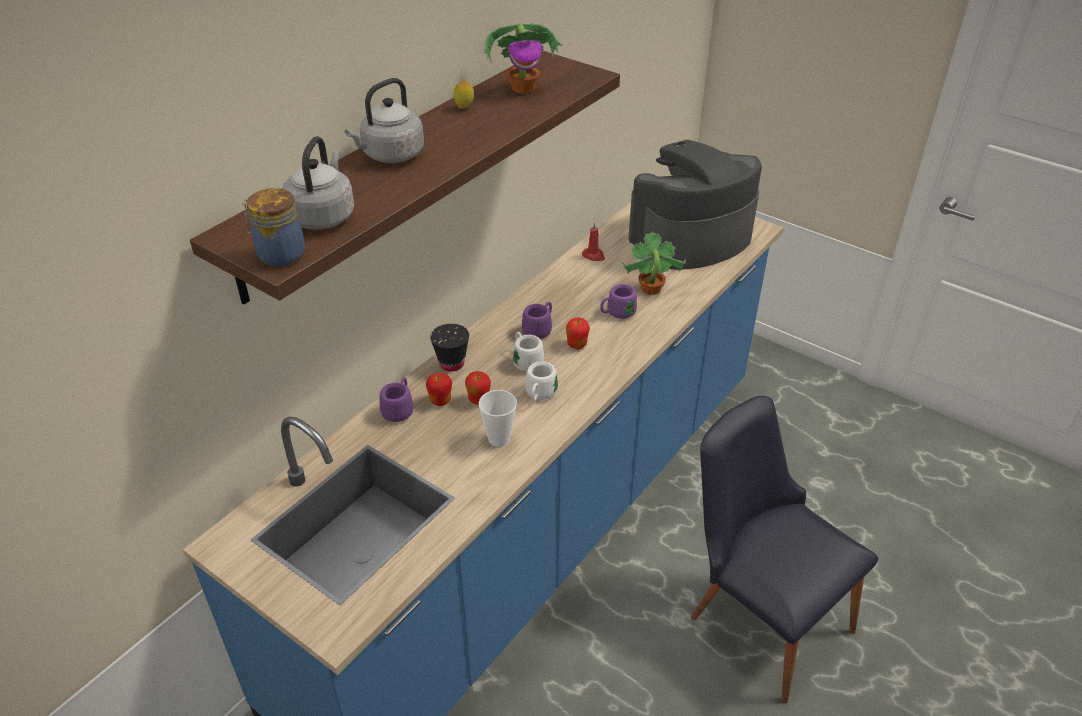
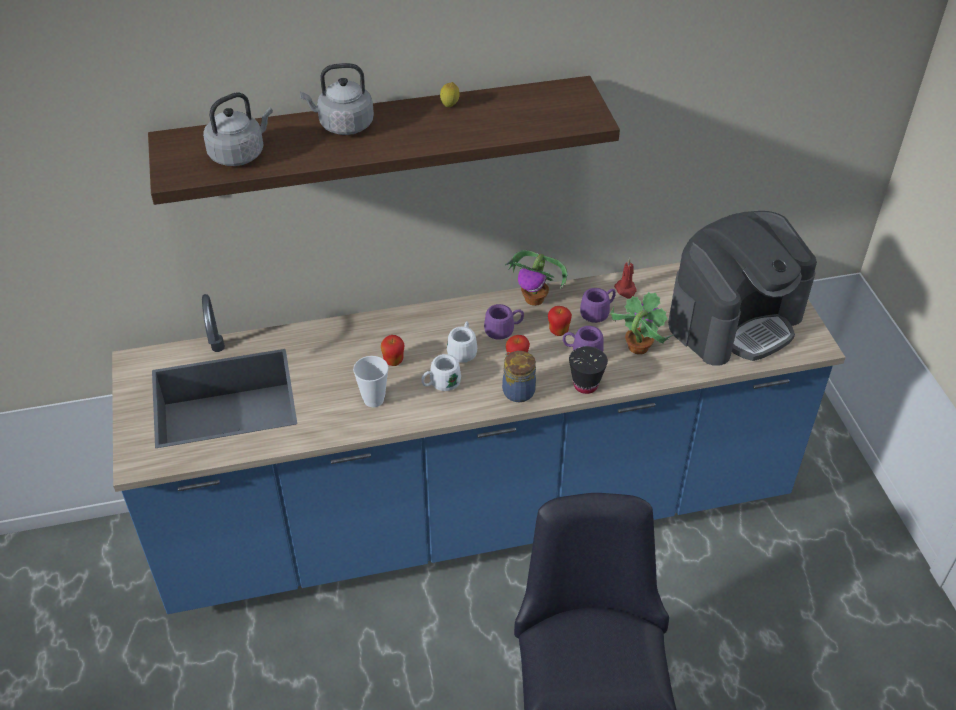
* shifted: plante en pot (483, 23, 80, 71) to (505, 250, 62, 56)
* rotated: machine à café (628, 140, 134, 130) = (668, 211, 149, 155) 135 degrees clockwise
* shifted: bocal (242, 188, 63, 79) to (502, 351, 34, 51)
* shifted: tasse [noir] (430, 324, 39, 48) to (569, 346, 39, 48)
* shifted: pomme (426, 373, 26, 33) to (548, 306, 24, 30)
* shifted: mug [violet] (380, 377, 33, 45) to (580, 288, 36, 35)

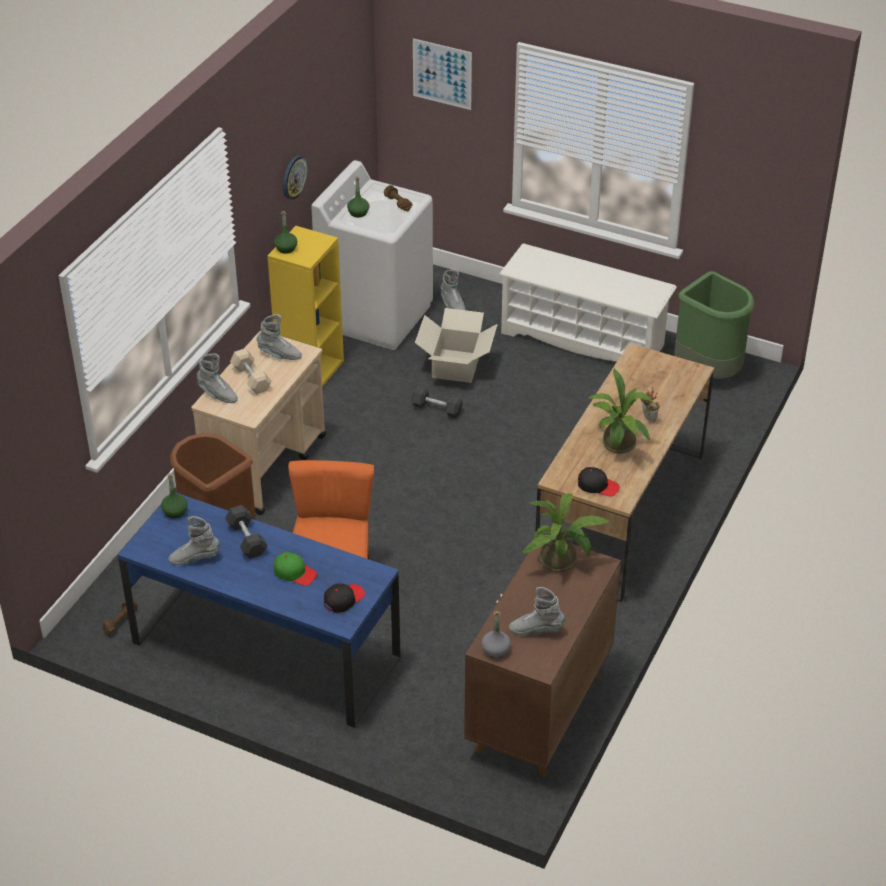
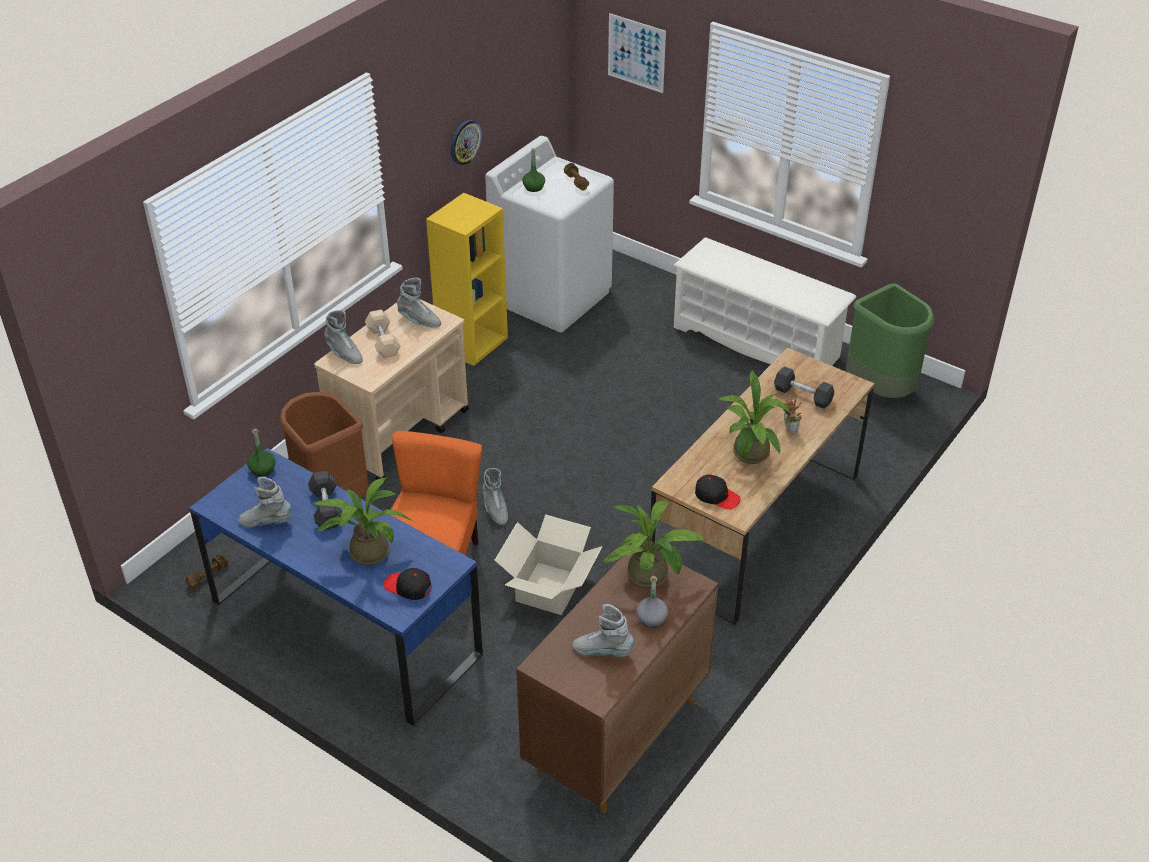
* gone: bouteille [vert] (274, 211, 23, 42)
* shifted: botte [gris] (441, 270, 25, 40) to (483, 468, 25, 57)
* shifted: carton (415, 308, 83, 75) to (494, 514, 108, 101)
* shifted: haltère [gris] (412, 386, 51, 32) to (774, 366, 61, 43)
* swapped: casquette [vert] (274, 552, 43, 34) to plante en pot (312, 478, 100, 87)
* rotated: casquette [noir] (324, 583, 41, 30) = (384, 568, 48, 32) 120 degrees counterclockwise
* shifted: bouteille [gris] (482, 611, 29, 47) to (636, 576, 32, 52)

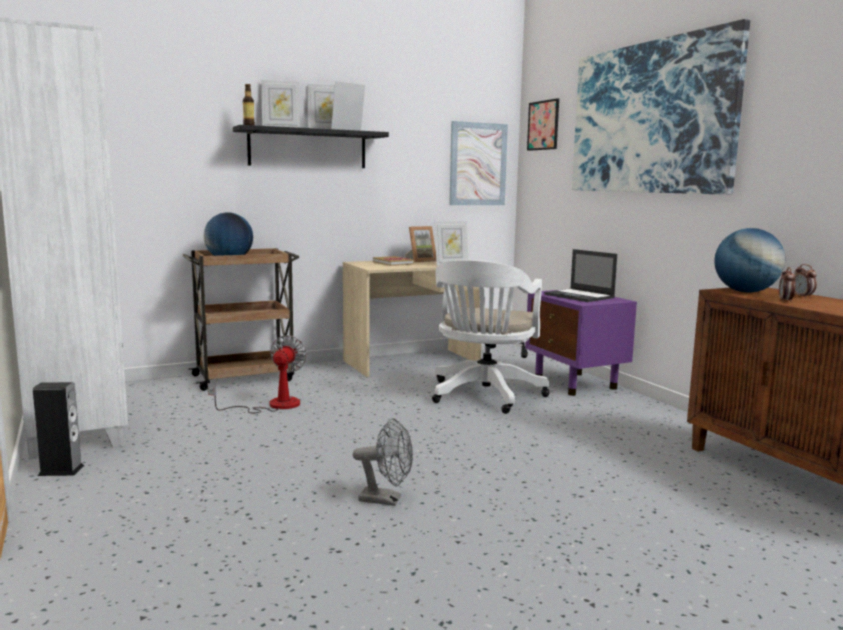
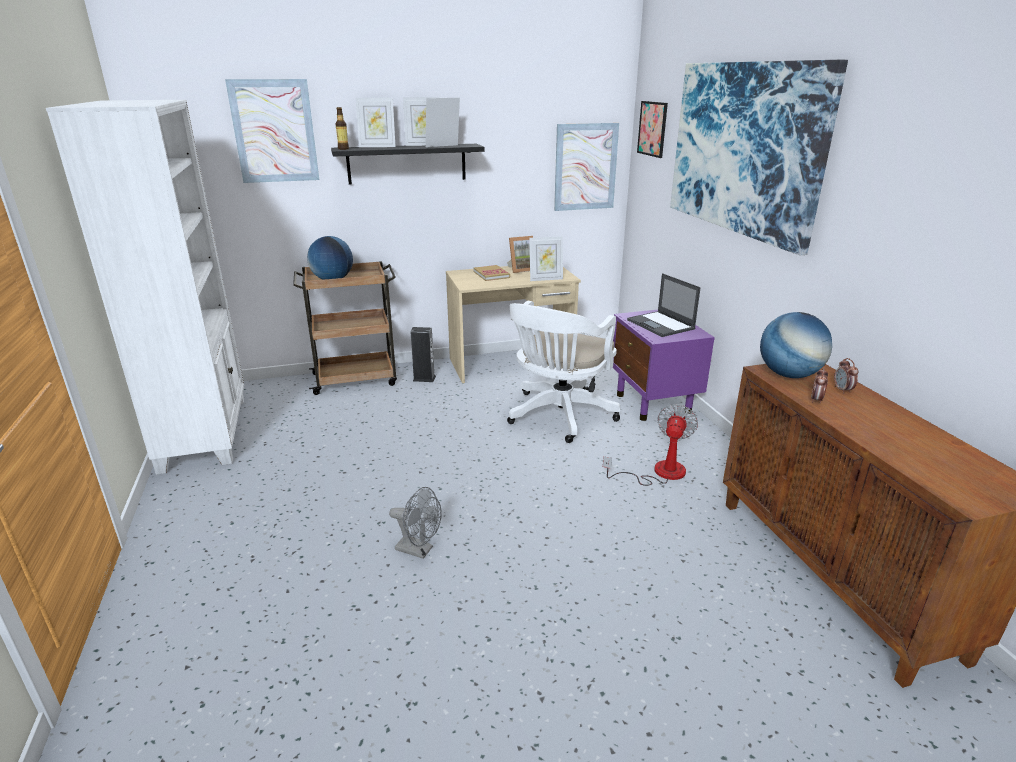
* shifted: ventilateur (208, 335, 99, 78) to (603, 404, 95, 82)
* shifted: enceinte (33, 382, 51, 94) to (410, 327, 26, 55)
* new: tableau (225, 79, 94, 104)

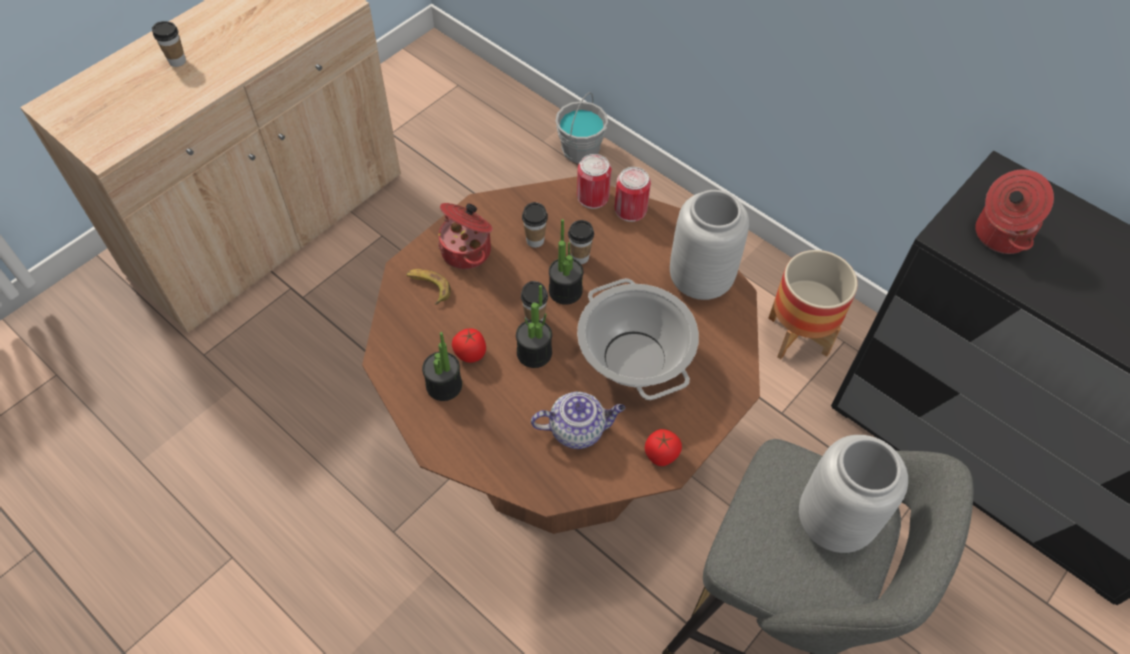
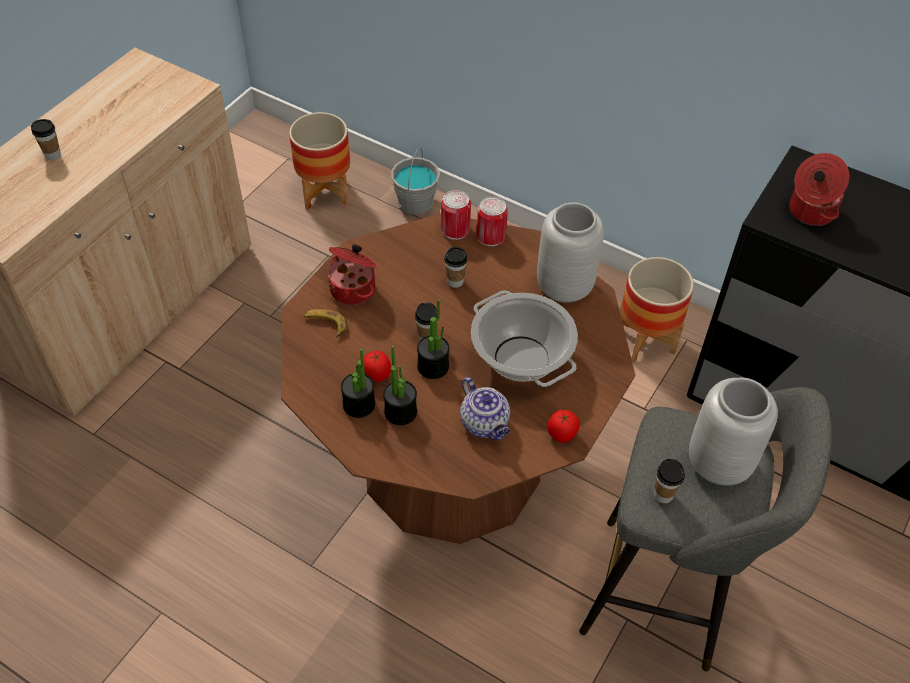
* shifted: tasse (522, 202, 26, 46) to (654, 458, 31, 45)
* shifted: plante en pot (549, 219, 34, 86) to (383, 345, 34, 80)
* rotated: théière (531, 392, 94, 57) = (460, 377, 50, 63) 75 degrees clockwise
* new: cache-pot (289, 112, 61, 97)

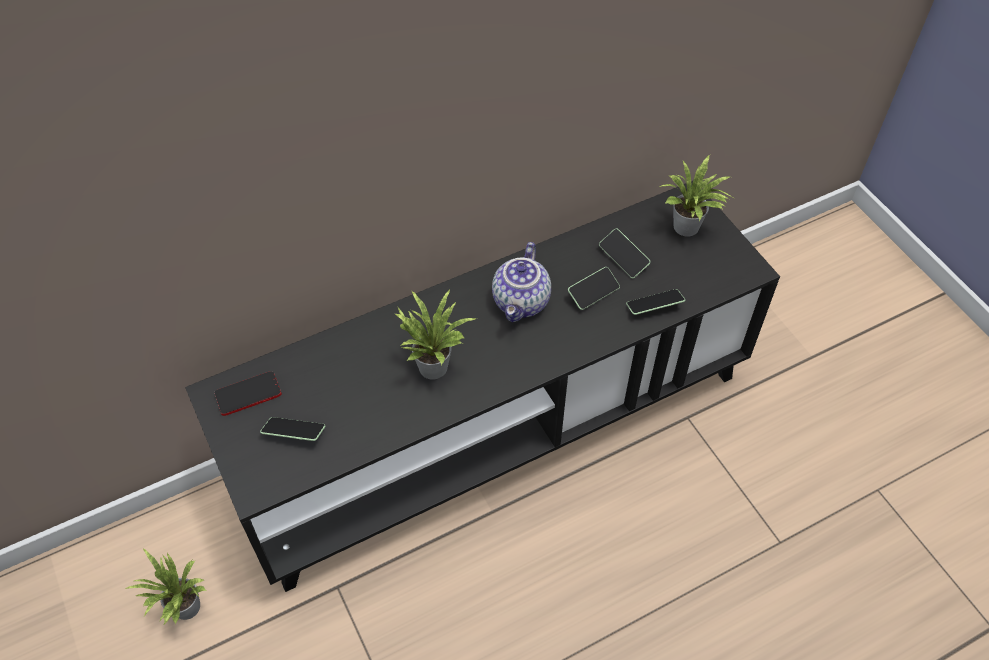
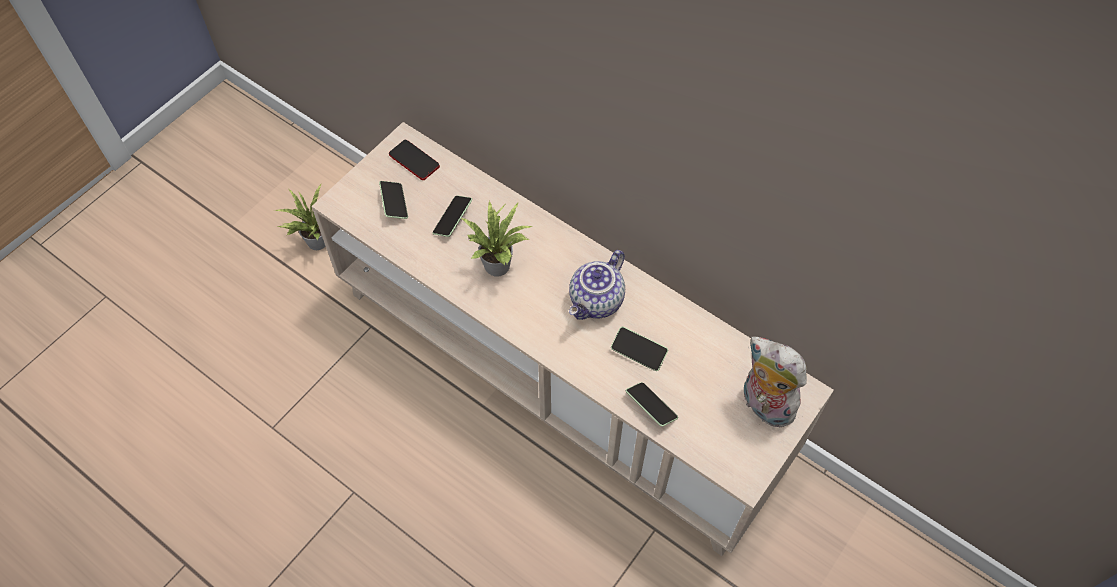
* swapped: plante en pot (659, 155, 73, 82) to peluche (744, 336, 63, 91)
* repainted: meuble télé [noir] (185, 181, 595, 411) to meuble télé [beige] (311, 122, 523, 434)
* shifted: téléphone (599, 228, 52, 50) to (433, 196, 39, 41)
* rotated: théière (492, 242, 59, 80) = (569, 250, 56, 70) 45 degrees counterclockwise

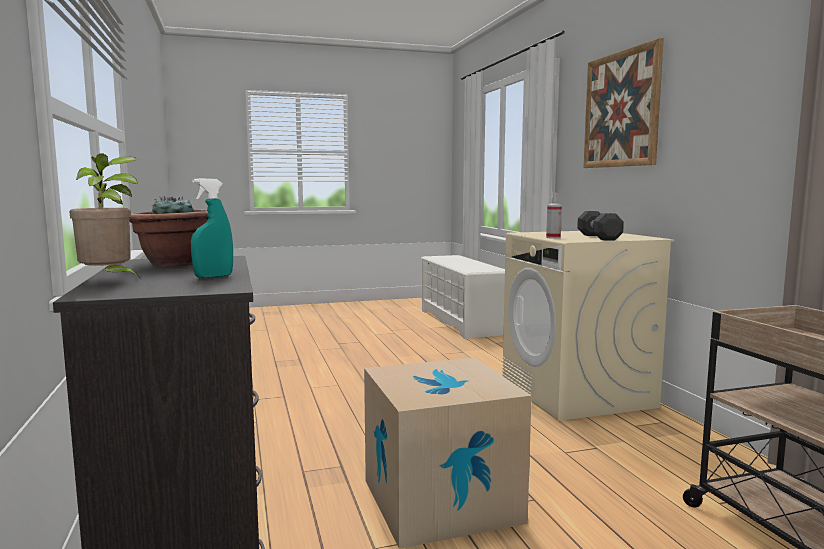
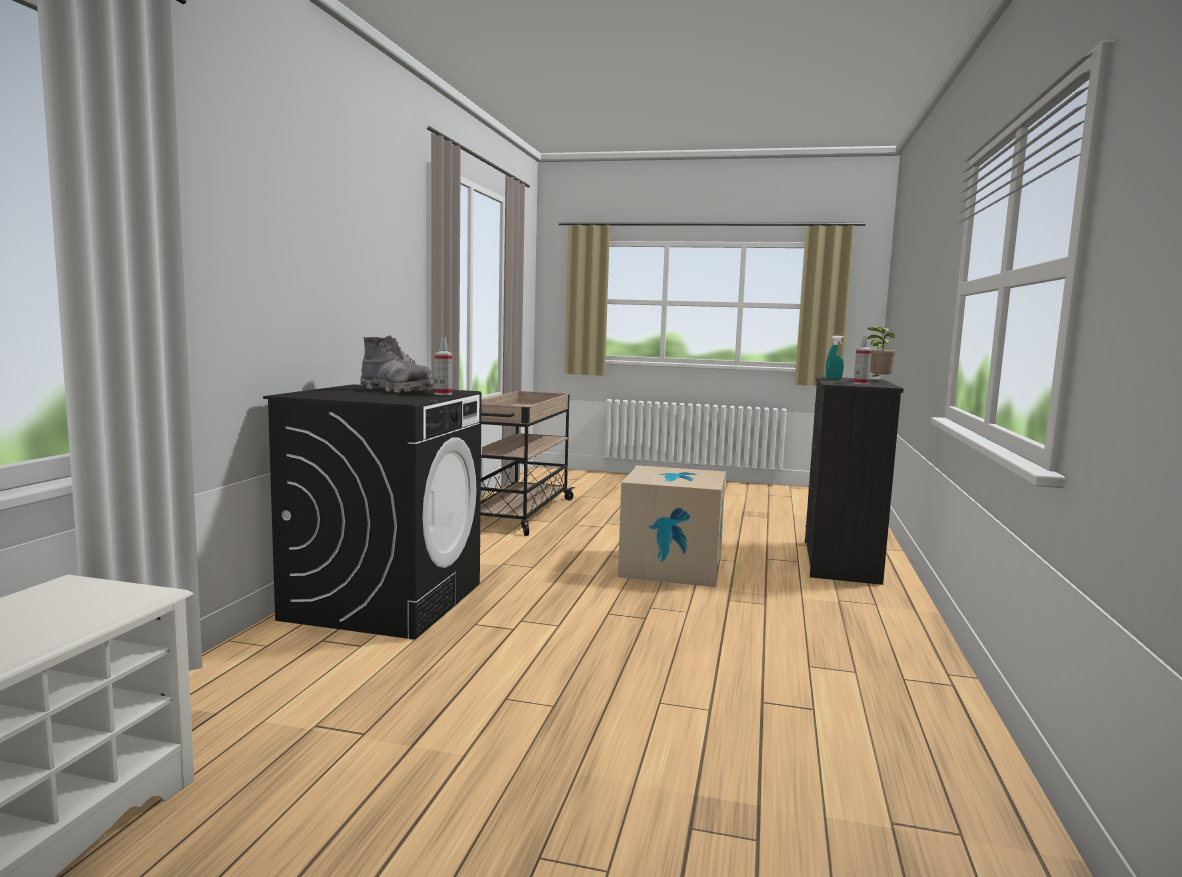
* gone: tableau (583, 38, 81, 130)
* swapped: plante en pot (130, 196, 78, 71) to vaporisateur (854, 336, 18, 49)
* swapped: haltère [noir] (577, 211, 47, 29) to botte [gris] (360, 335, 75, 58)
* repainted: lave-linge [beige] (502, 231, 172, 190) to lave-linge [noir] (263, 384, 219, 255)

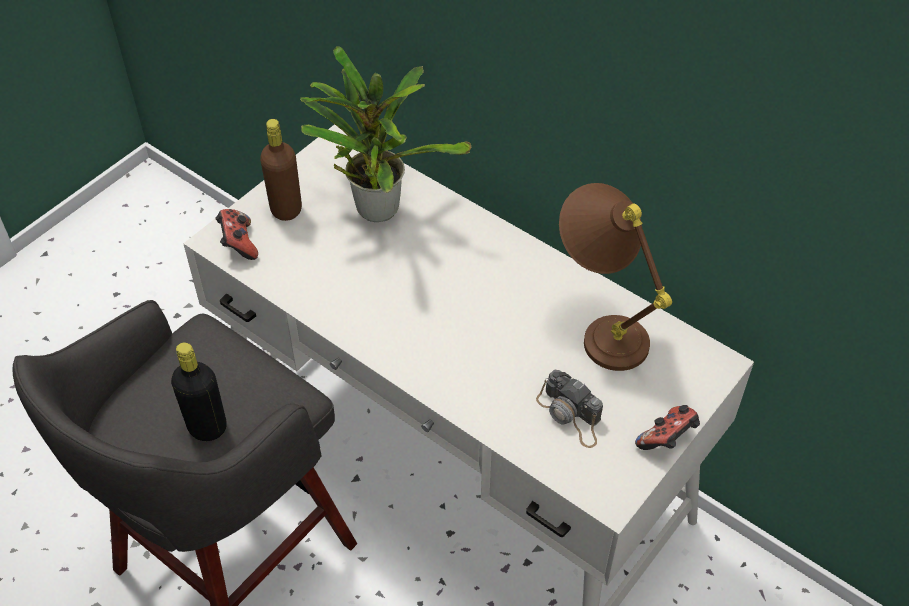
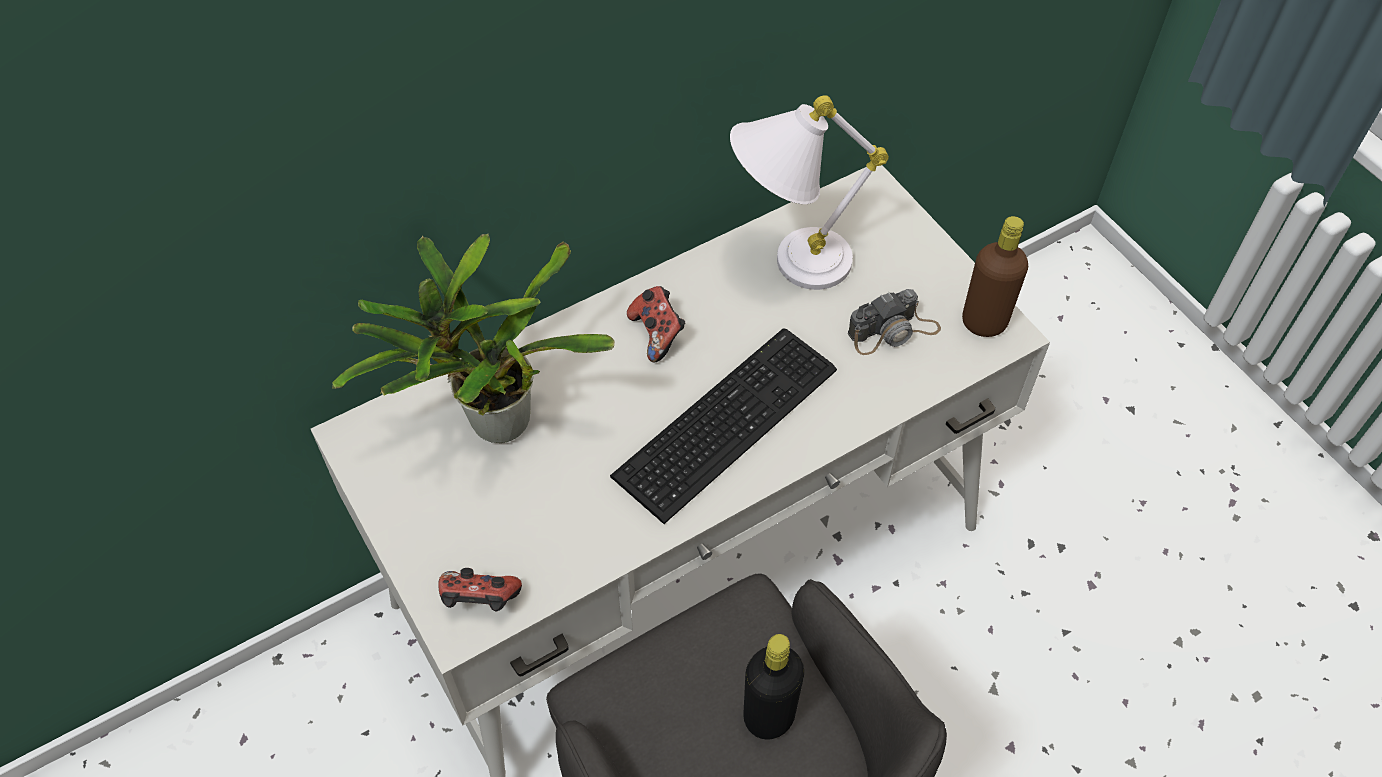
* shifted: bouteille [marron] (260, 119, 42, 102) to (962, 216, 66, 121)
* repainted: lampe de table [marron] (559, 183, 113, 188) to lampe de table [blanc] (730, 95, 159, 195)
* shifted: manette (635, 405, 65, 45) to (627, 286, 58, 77)
* new: clavier (610, 328, 227, 196)

